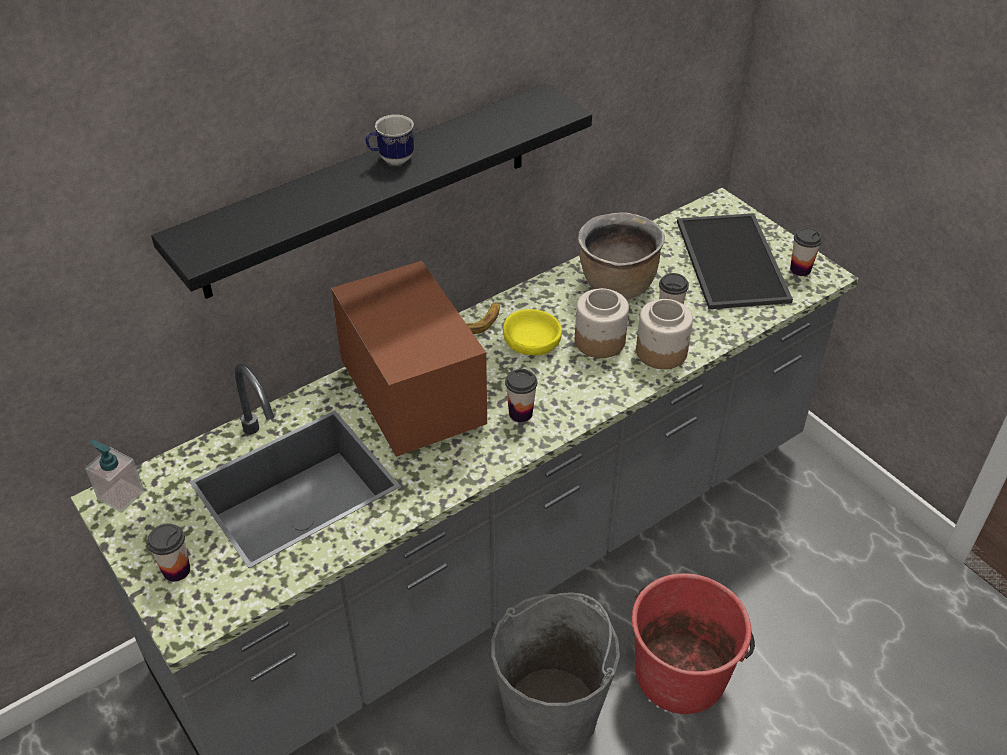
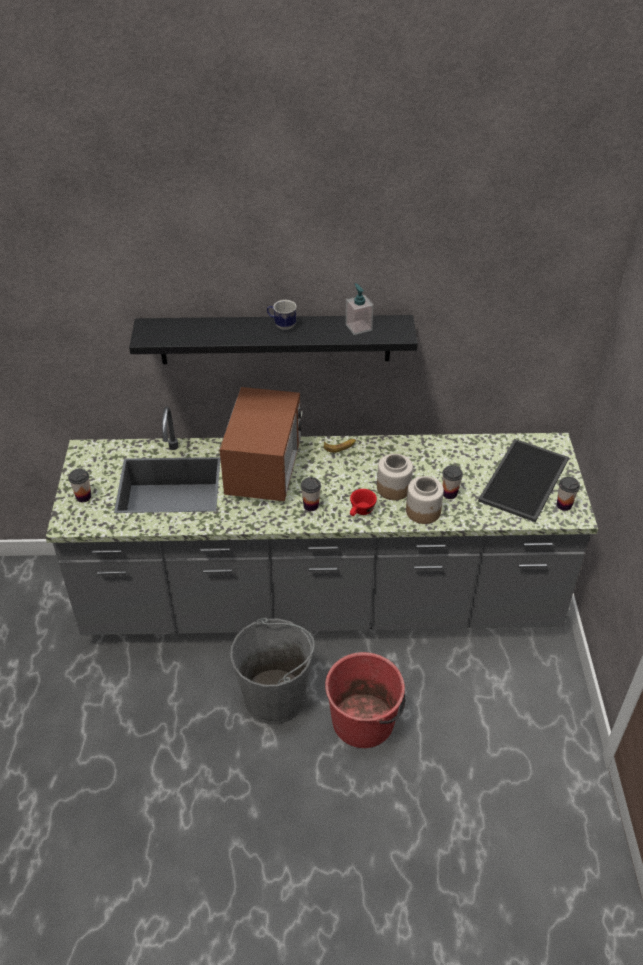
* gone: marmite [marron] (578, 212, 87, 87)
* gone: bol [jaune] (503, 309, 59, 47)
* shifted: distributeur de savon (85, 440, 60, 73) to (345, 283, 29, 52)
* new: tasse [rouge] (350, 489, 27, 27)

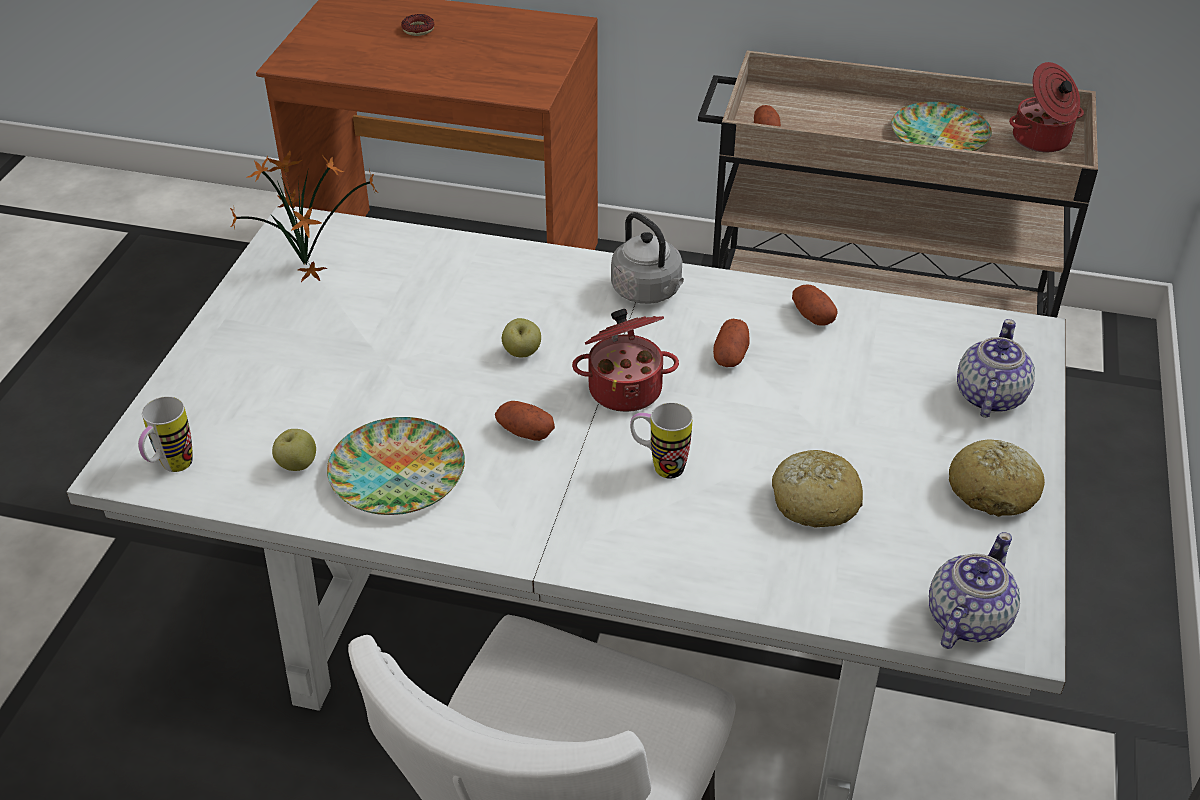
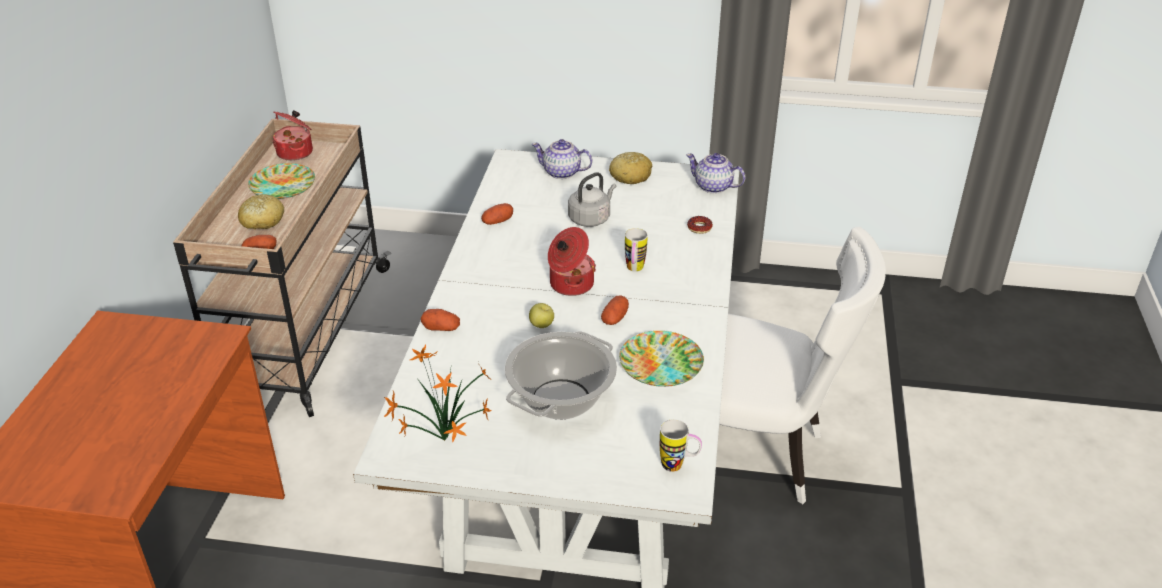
* shifted: beignet (401, 14, 33, 22) to (687, 216, 26, 18)
* shifted: bouilloire [gris] (611, 212, 73, 92) to (568, 172, 48, 55)
* shifted: pomme de terre (713, 319, 37, 48) to (421, 309, 39, 22)
* gone: pomme (272, 429, 44, 42)
* shifted: pain (772, 450, 91, 78) to (238, 194, 46, 36)
* new: marmite (505, 331, 112, 89)

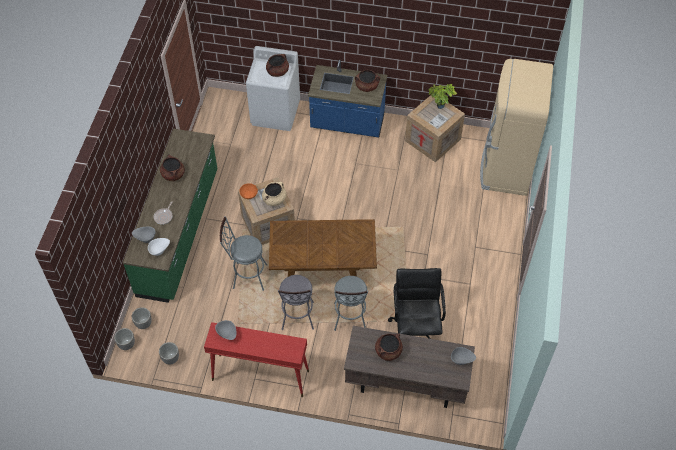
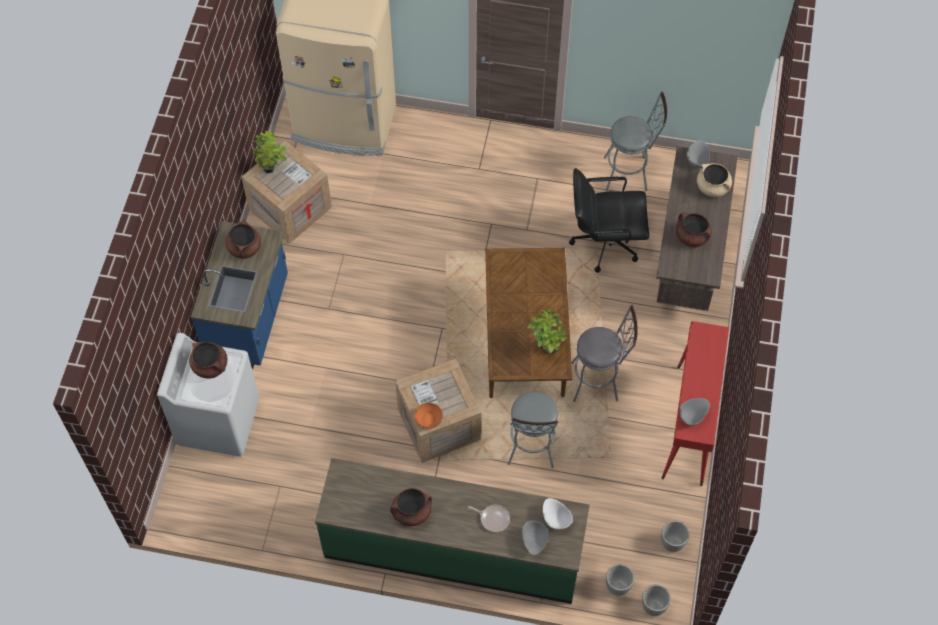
* shifted: marmite [beige] (262, 182, 24, 24) to (697, 163, 35, 34)
* shifted: tabouret [gris] (334, 276, 34, 55) to (604, 91, 63, 100)
* new: plante en pot (527, 309, 40, 44)

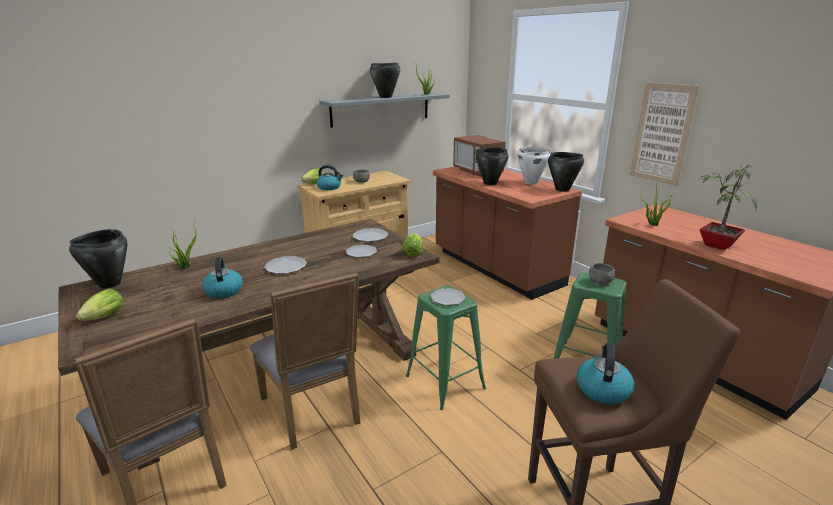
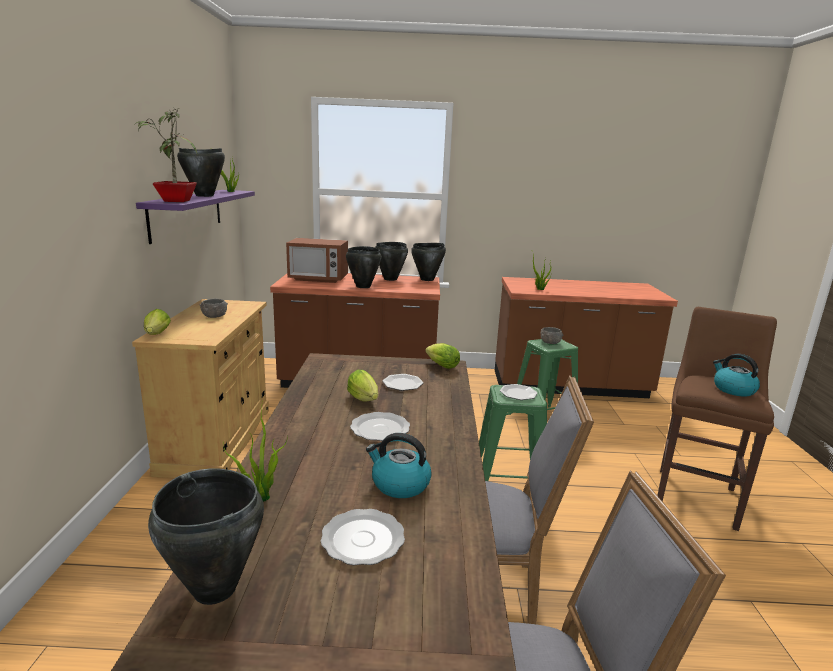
* gone: tableau (630, 83, 70, 103)
* repainted: étagère [gris] (319, 93, 131, 35) to étagère [violet] (136, 190, 119, 54)
* repainted: marmite [blanc] (517, 147, 33, 37) to marmite [noir] (375, 242, 33, 39)
* shifted: plante en pot (700, 163, 57, 87) to (134, 107, 63, 95)
* gone: bouilloire (317, 165, 26, 25)
* shifted: assiette (352, 228, 36, 14) to (321, 509, 84, 56)
* shifted: laitue (76, 289, 47, 31) to (347, 370, 31, 32)

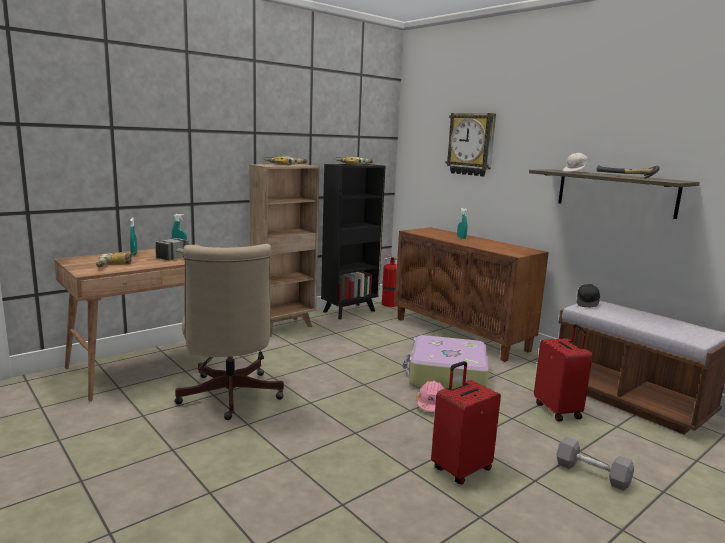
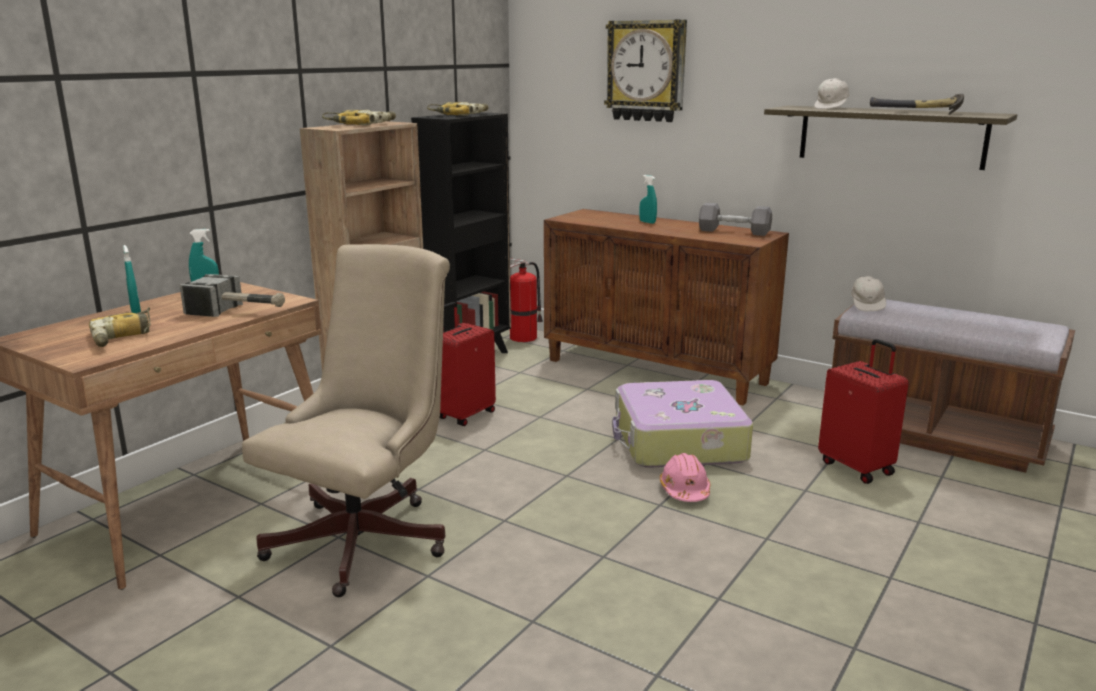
* rotated: chaise de bureau [beige] (174, 244, 110, 176) = (242, 244, 208, 353) 120 degrees counterclockwise
* repainted: casquette [noir] (577, 284, 23, 23) to casquette [blanc] (851, 276, 35, 35)
* shifted: valise [rouge] (431, 361, 70, 124) to (440, 302, 56, 124)
* shifted: haltère [gris] (556, 437, 78, 54) to (699, 203, 73, 33)

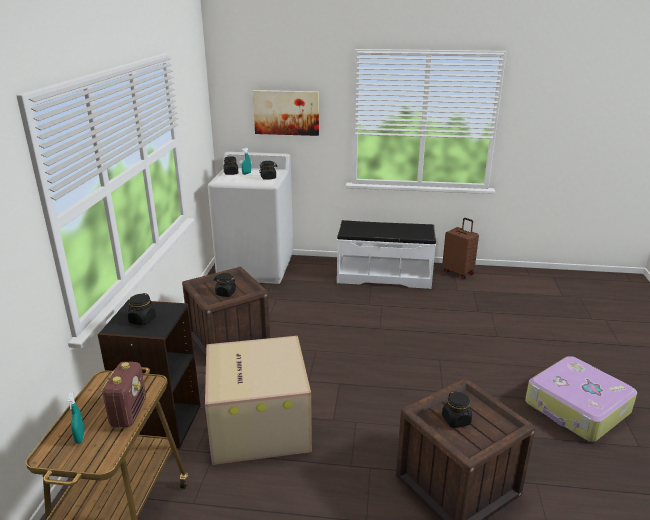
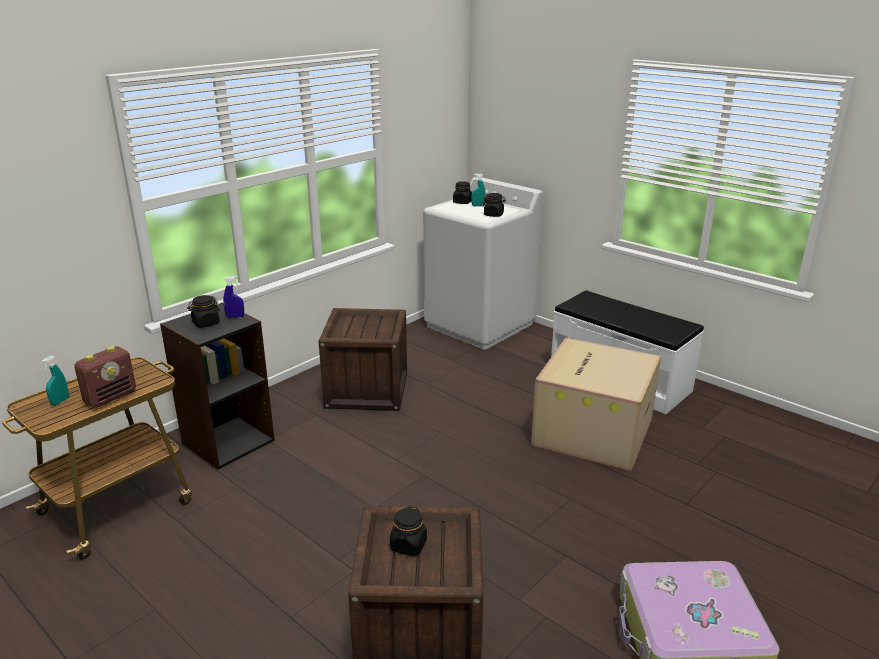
* gone: tableau (253, 90, 66, 46)
* gone: valise [marron] (442, 218, 37, 61)
* gone: bocal [noir] (214, 273, 22, 24)
* shifted: carton (205, 336, 107, 129) to (531, 337, 130, 134)
* new: vaporisateur [bleu] (223, 276, 21, 42)

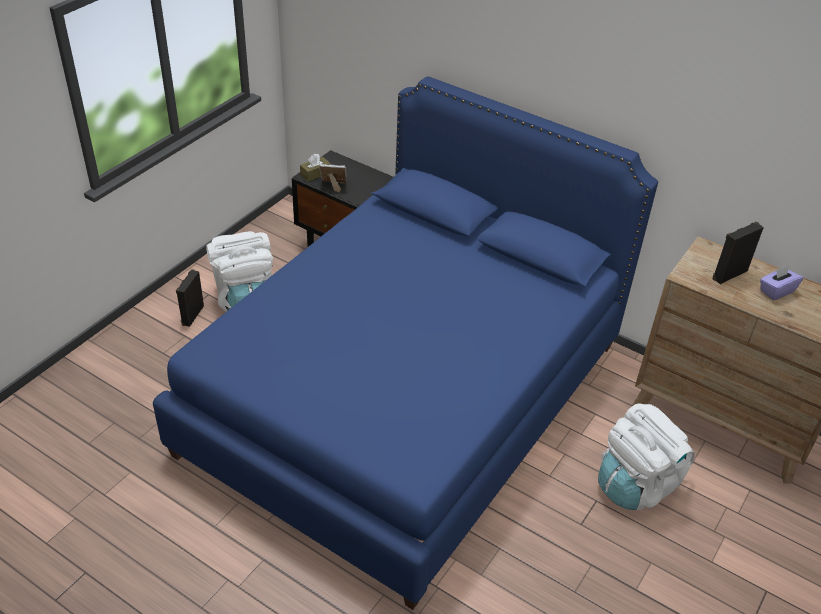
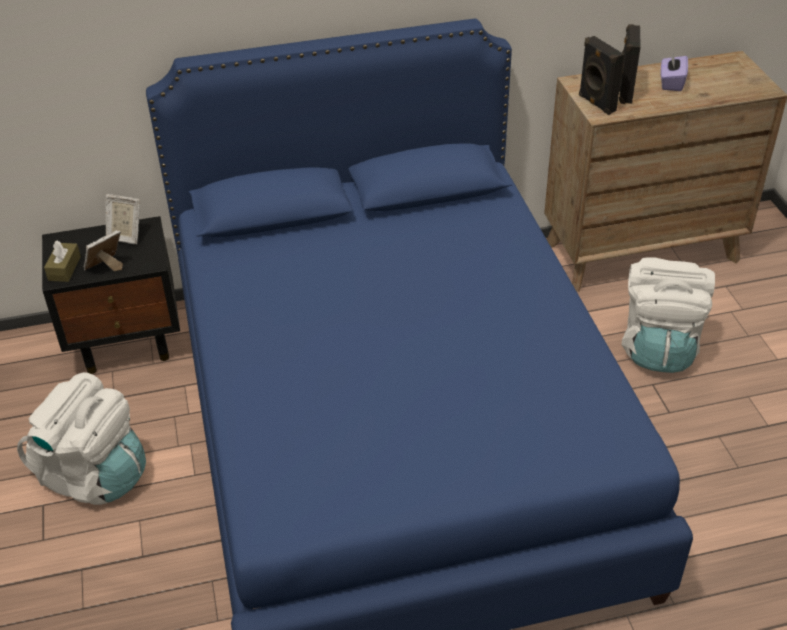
* shifted: enceinte [noir] (176, 269, 28, 58) to (579, 36, 45, 79)
* new: cadre photo (105, 194, 35, 50)

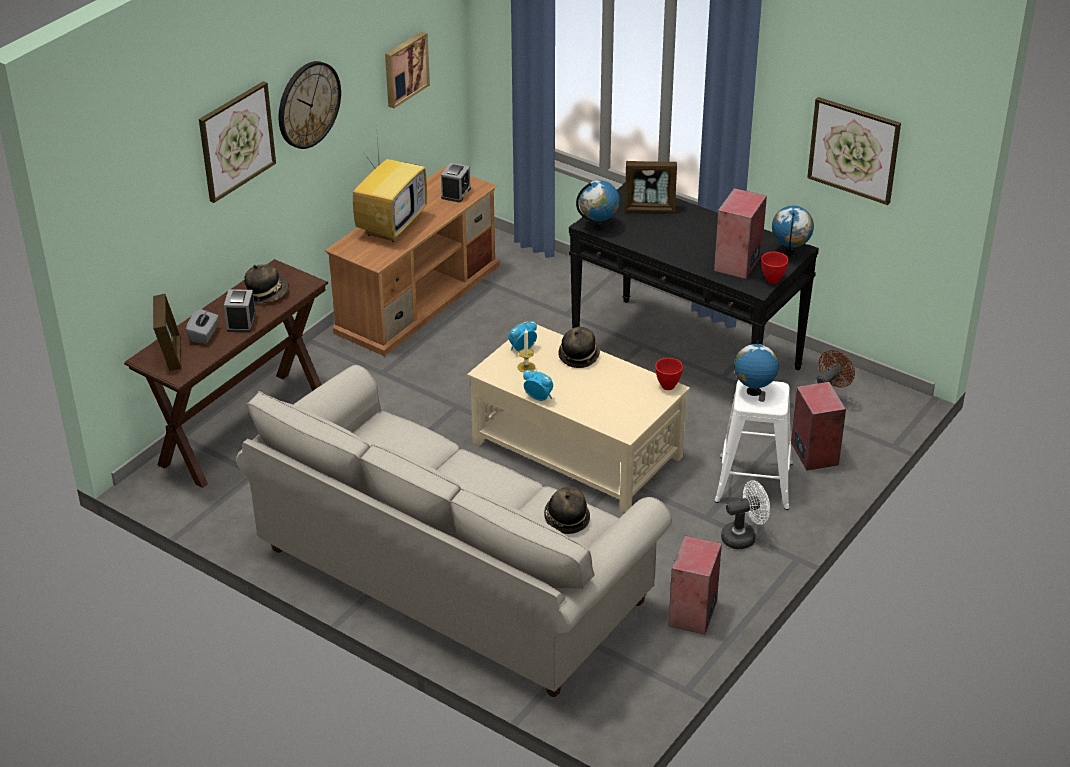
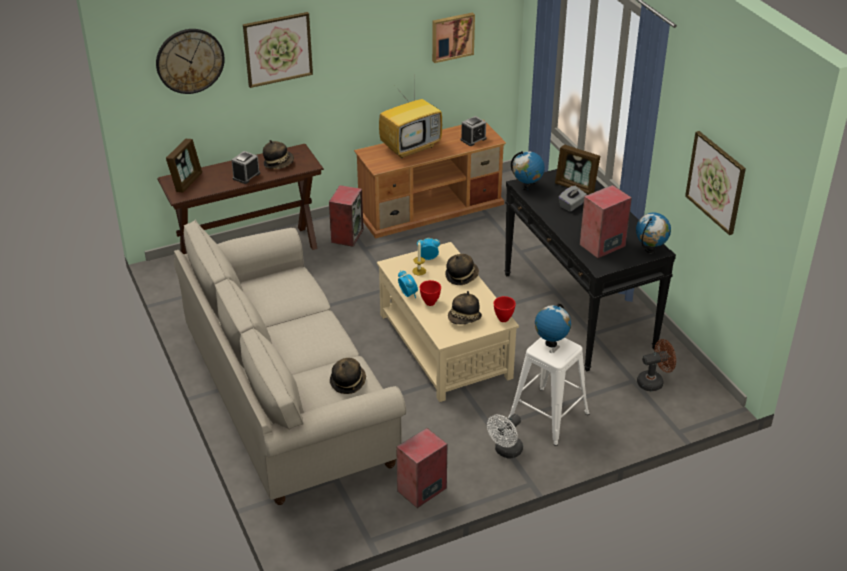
* shifted: horloge murale (279, 61, 62, 88) to (156, 29, 69, 65)
* shifted: bol [rouge] (761, 252, 28, 32) to (419, 280, 22, 26)
* shifted: boîte à mouchoirs [gris] (186, 309, 33, 35) to (559, 186, 28, 26)
* shifted: enceinte (791, 382, 55, 89) to (329, 185, 35, 62)
* rotated: ventilateur [blanc] (721, 480, 49, 70) = (487, 414, 36, 44) 120 degrees clockwise
* new: chapeau (448, 291, 34, 34)

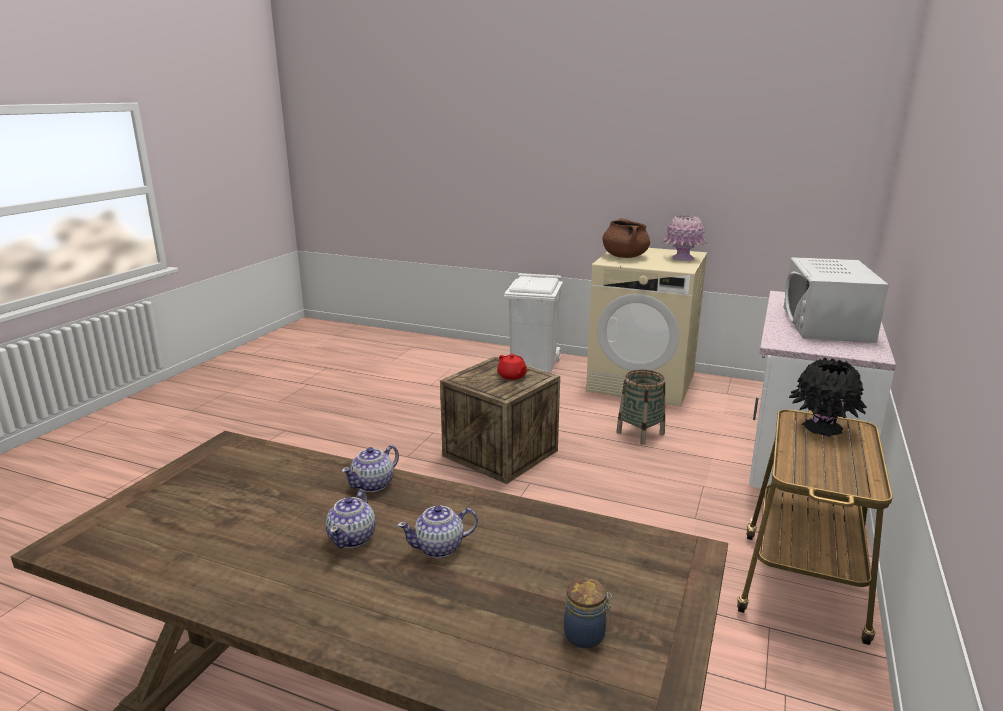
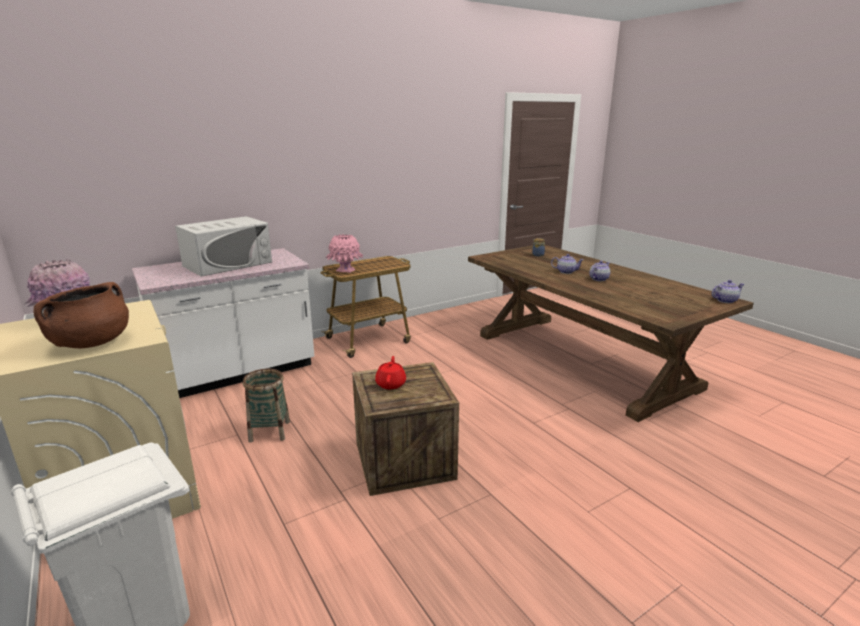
* repainted: vase [noir] (789, 358, 78, 79) to vase [rose] (326, 234, 37, 39)
* shifted: théière (342, 445, 57, 47) to (711, 280, 33, 23)

